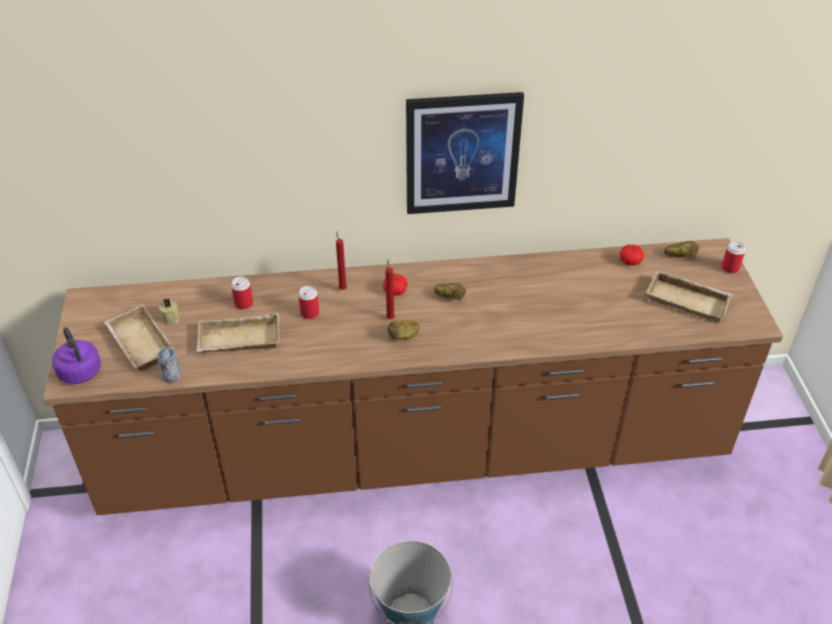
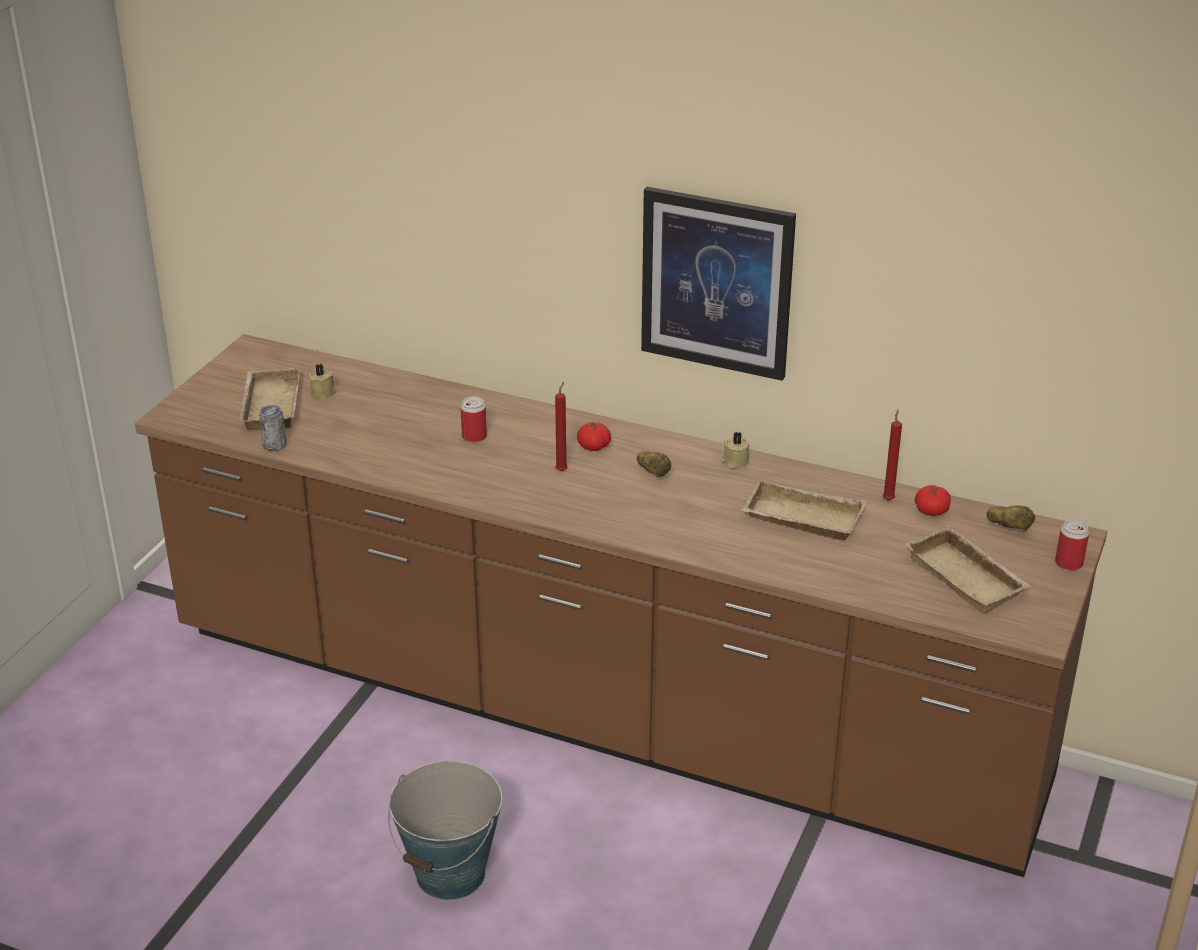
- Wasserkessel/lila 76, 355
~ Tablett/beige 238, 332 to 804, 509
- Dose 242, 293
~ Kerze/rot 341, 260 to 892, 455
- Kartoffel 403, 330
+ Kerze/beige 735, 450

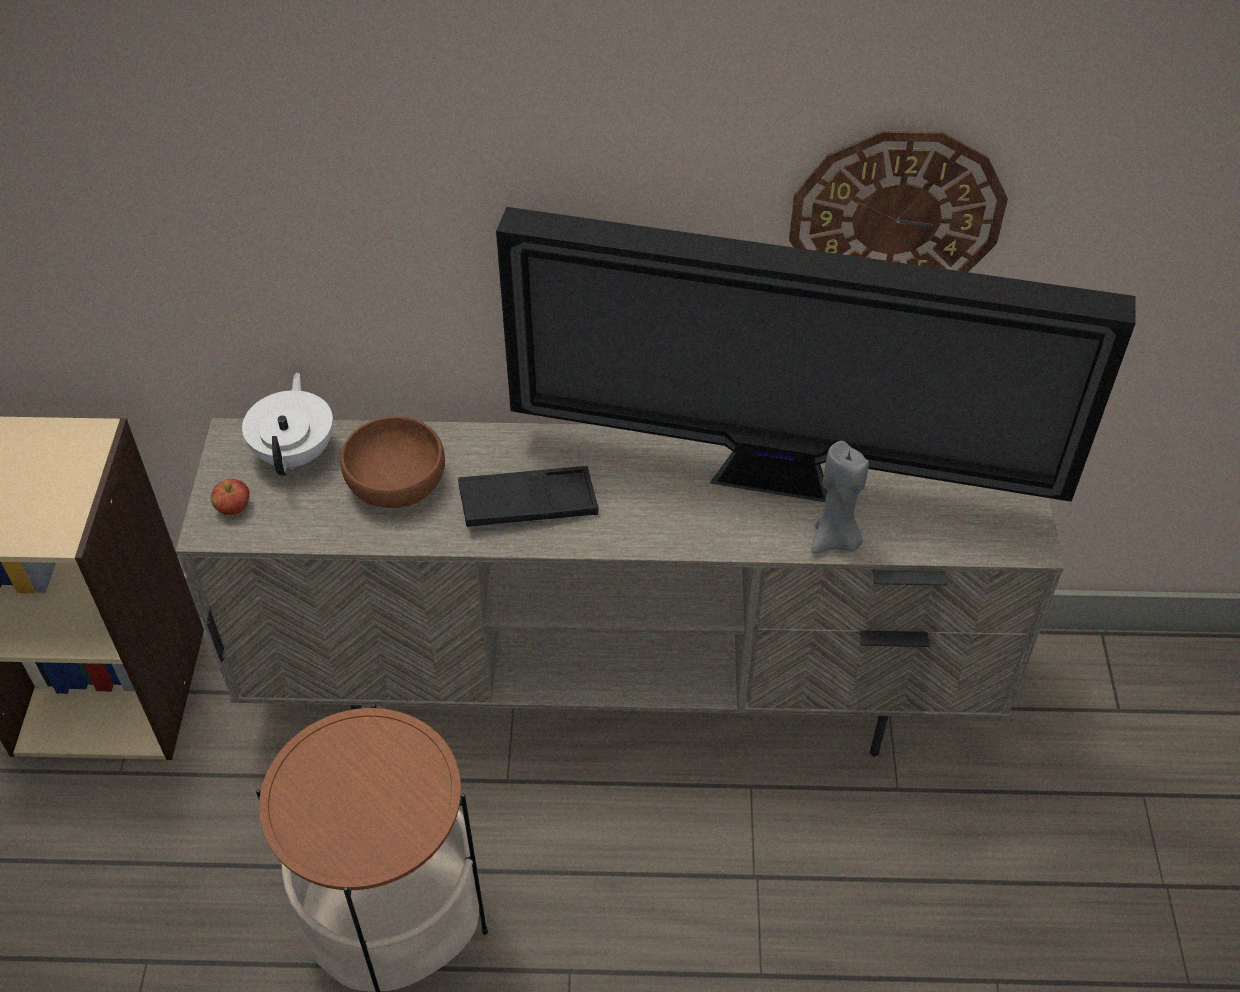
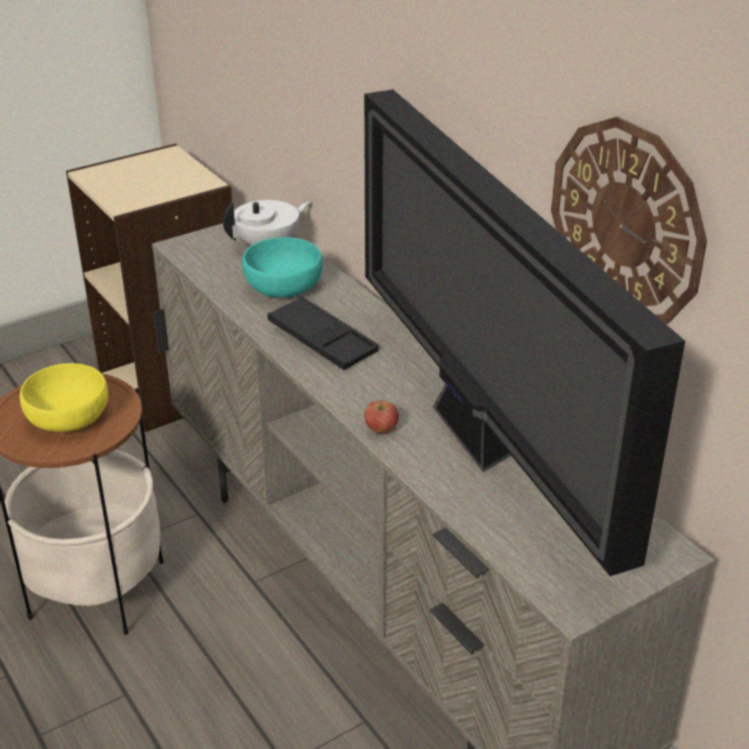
~ Apfel 230, 497 to 381, 416
~ Schüssel/braun 392, 462 to Schüssel/türkis 282, 267
- Kerze/grau 840, 497
+ Schüssel/gelb 64, 397

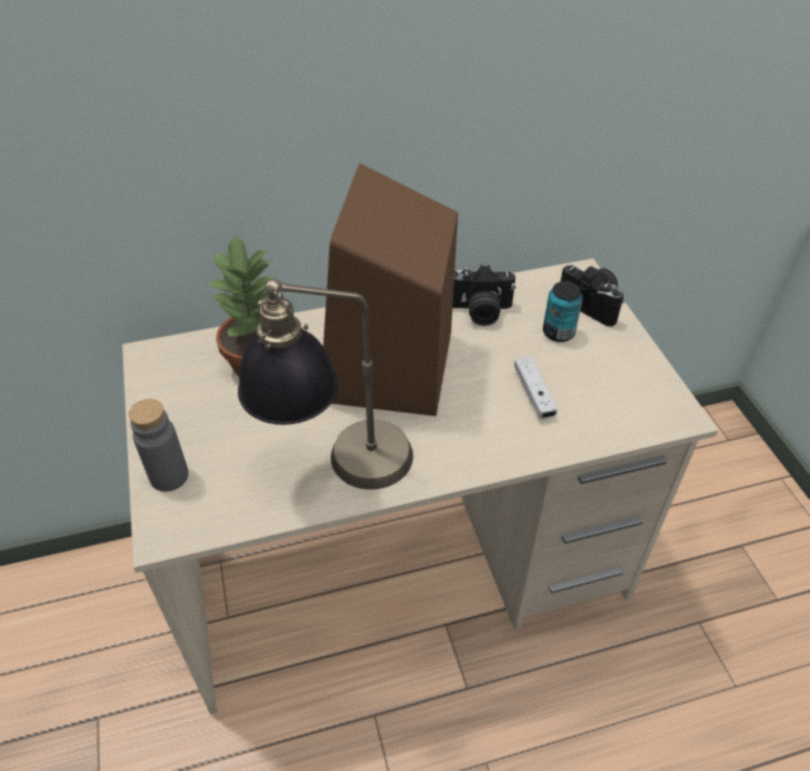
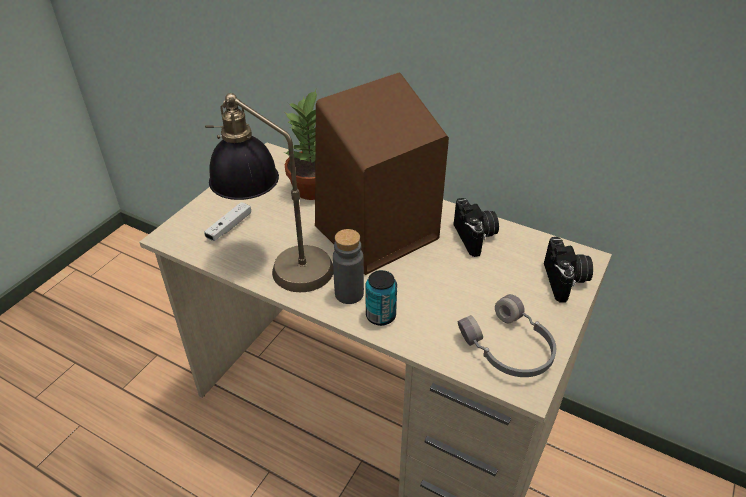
~ Flasche/grau 159, 445 to 348, 266
~ Kamera 484, 295 = 476, 227 150 degrees counterclockwise
~ Gamepad/weiß 536, 387 to 227, 221
~ Dose 563, 311 to 381, 298
+ Kopfhörer/grau 507, 335

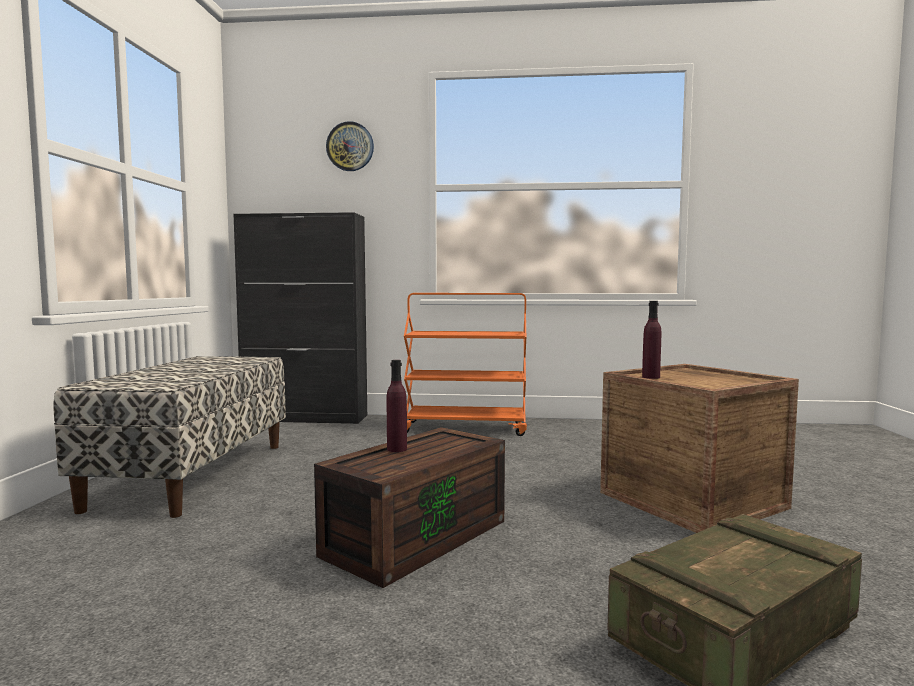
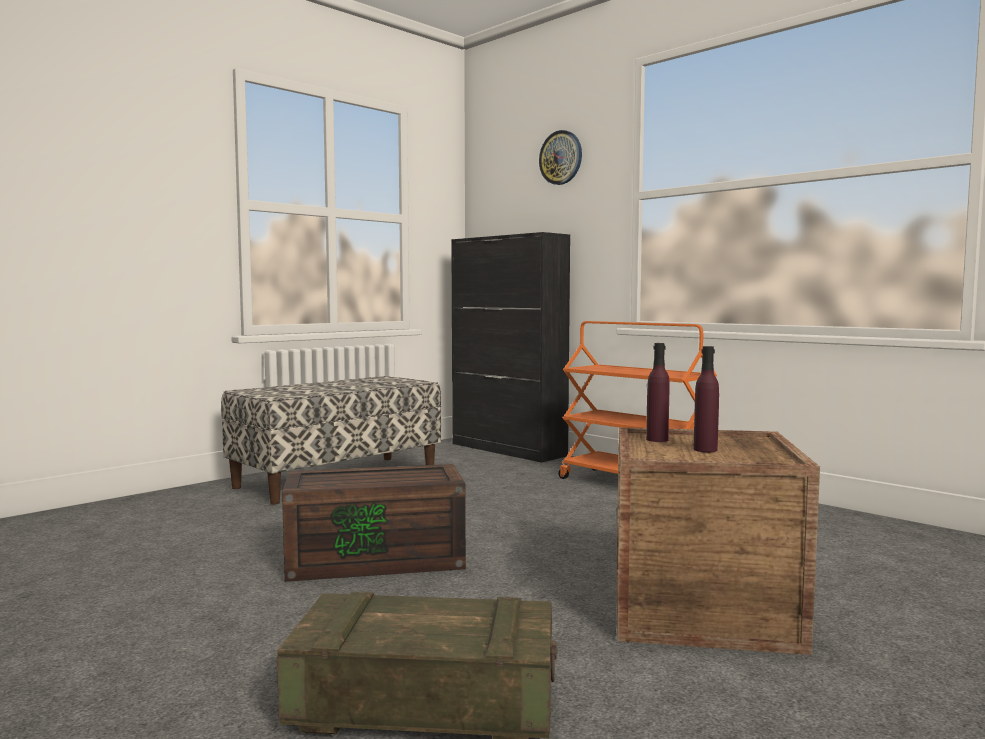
~ Flasche/lila 397, 406 to 706, 399

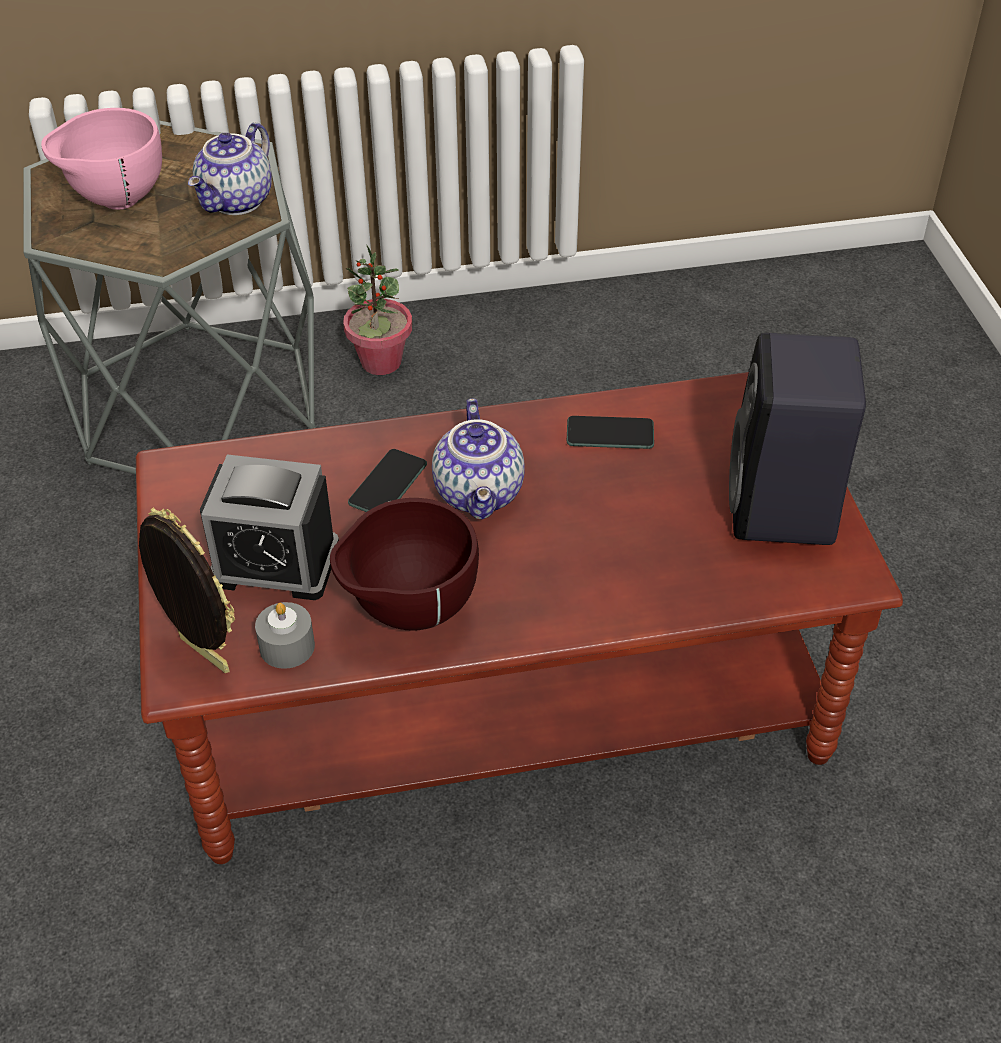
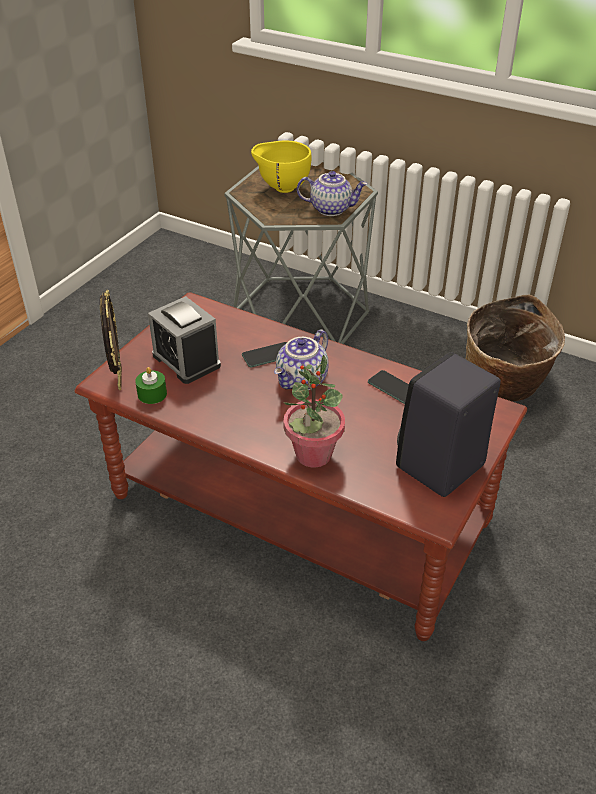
~ Schüssel/rosa 101, 159 to Schüssel/gelb 281, 167
~ Teekanne 230, 168 = 332, 193 150 degrees counterclockwise
~ Kerze/grau 285, 635 to Kerze/grün 151, 385
- Schüssel/braun 404, 564
~ Topfpflanze 377, 309 to 314, 411
+ Korb 515, 348

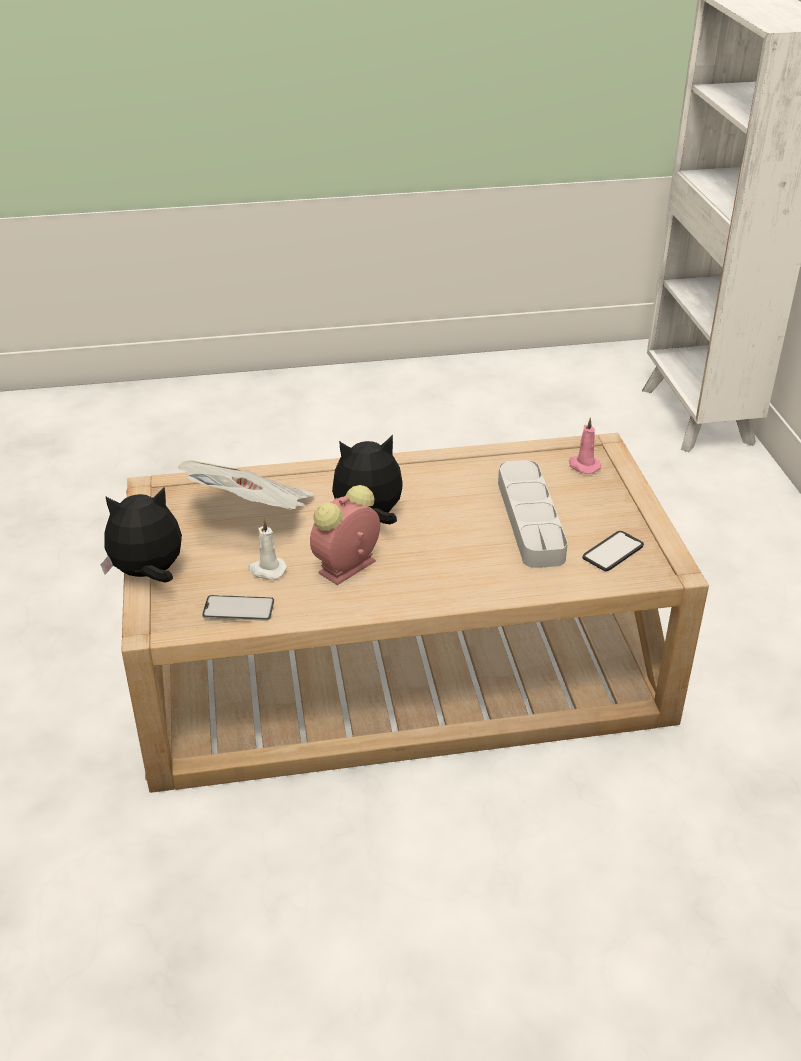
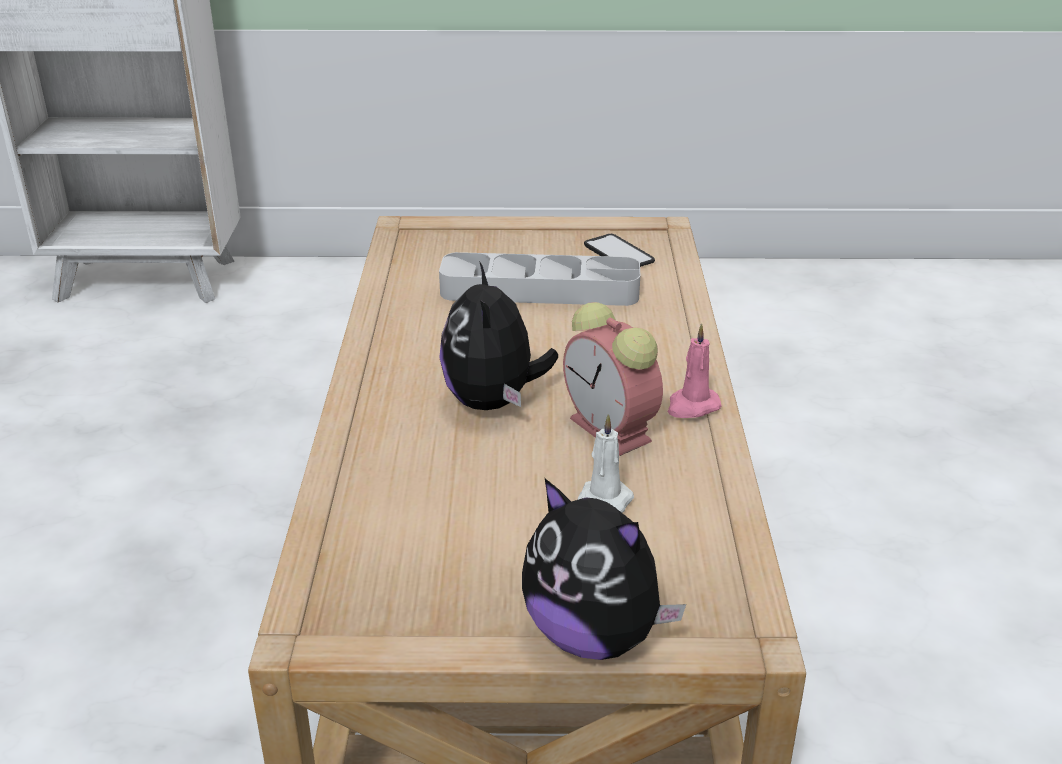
~ Plüschtier 141, 535 = 604, 569 45 degrees counterclockwise
- Zeitung 246, 485
- Handy 238, 608
~ Kerze/rosa 585, 446 to 694, 370

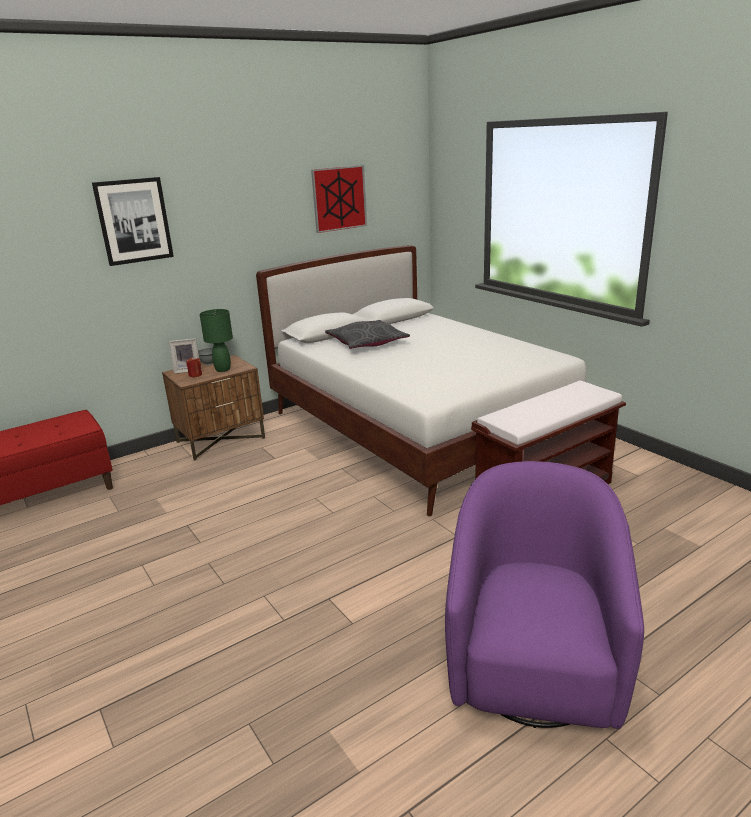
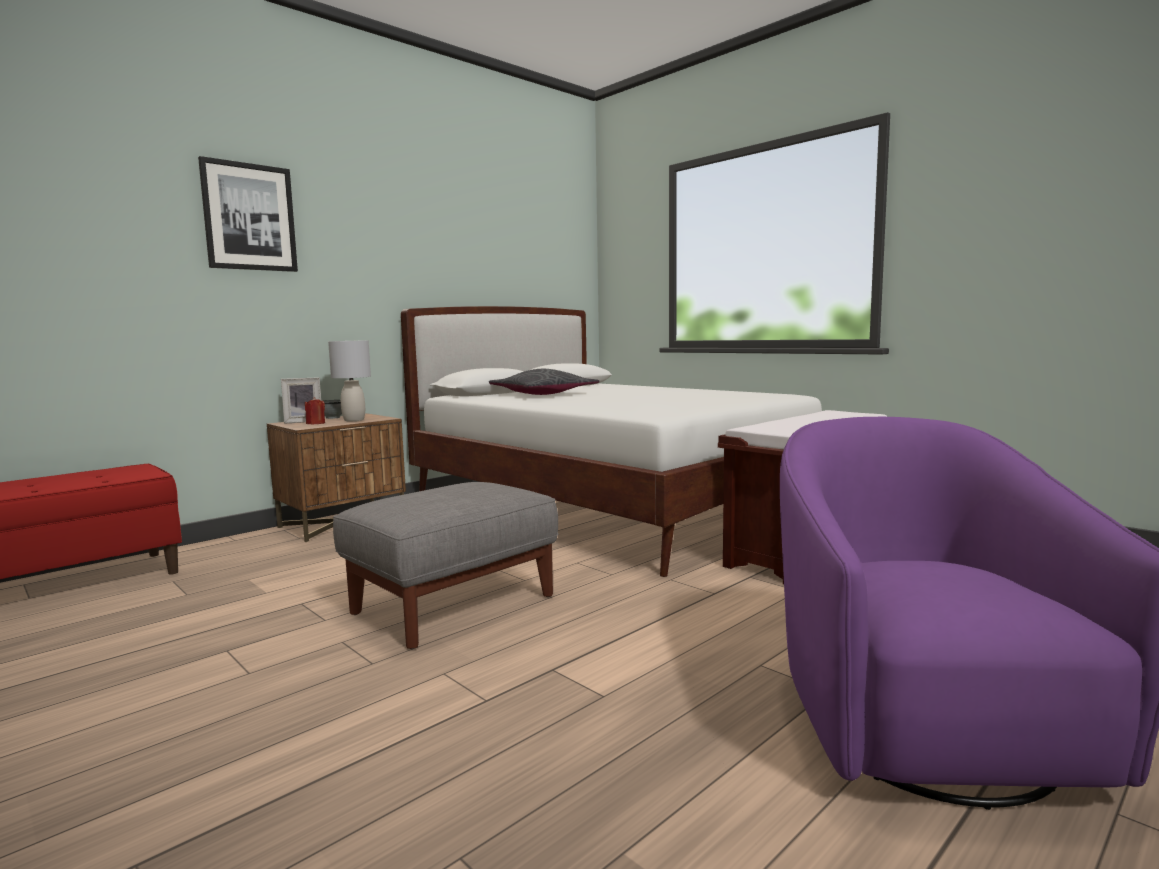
~ Tischlampe/grün 216, 340 to Tischlampe/grau 349, 380
- Bild 339, 199
+ Polsterhocker/grau 445, 565

